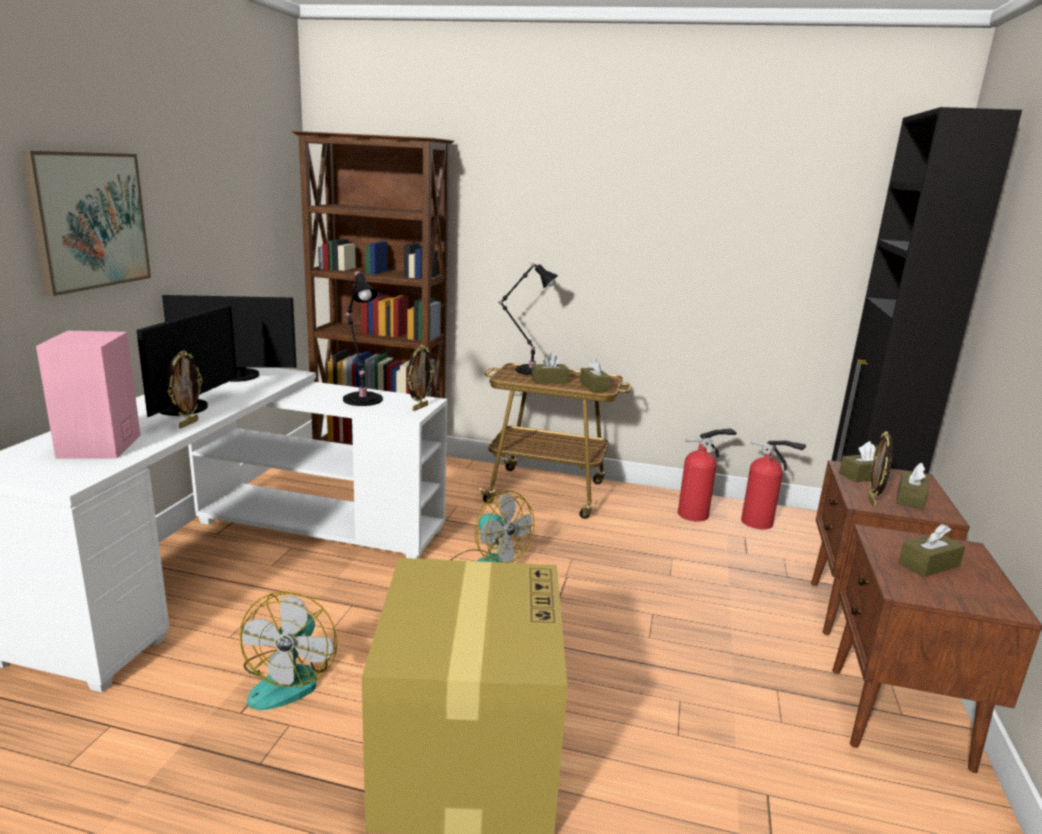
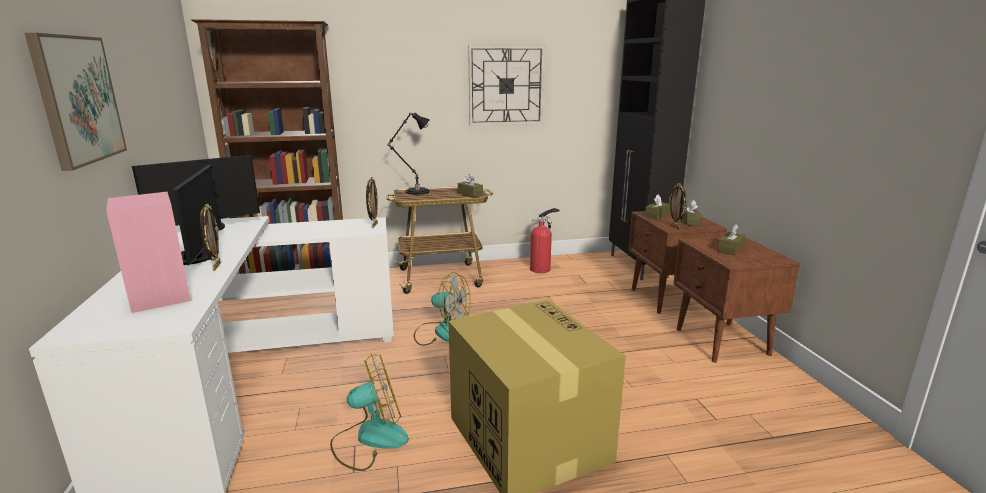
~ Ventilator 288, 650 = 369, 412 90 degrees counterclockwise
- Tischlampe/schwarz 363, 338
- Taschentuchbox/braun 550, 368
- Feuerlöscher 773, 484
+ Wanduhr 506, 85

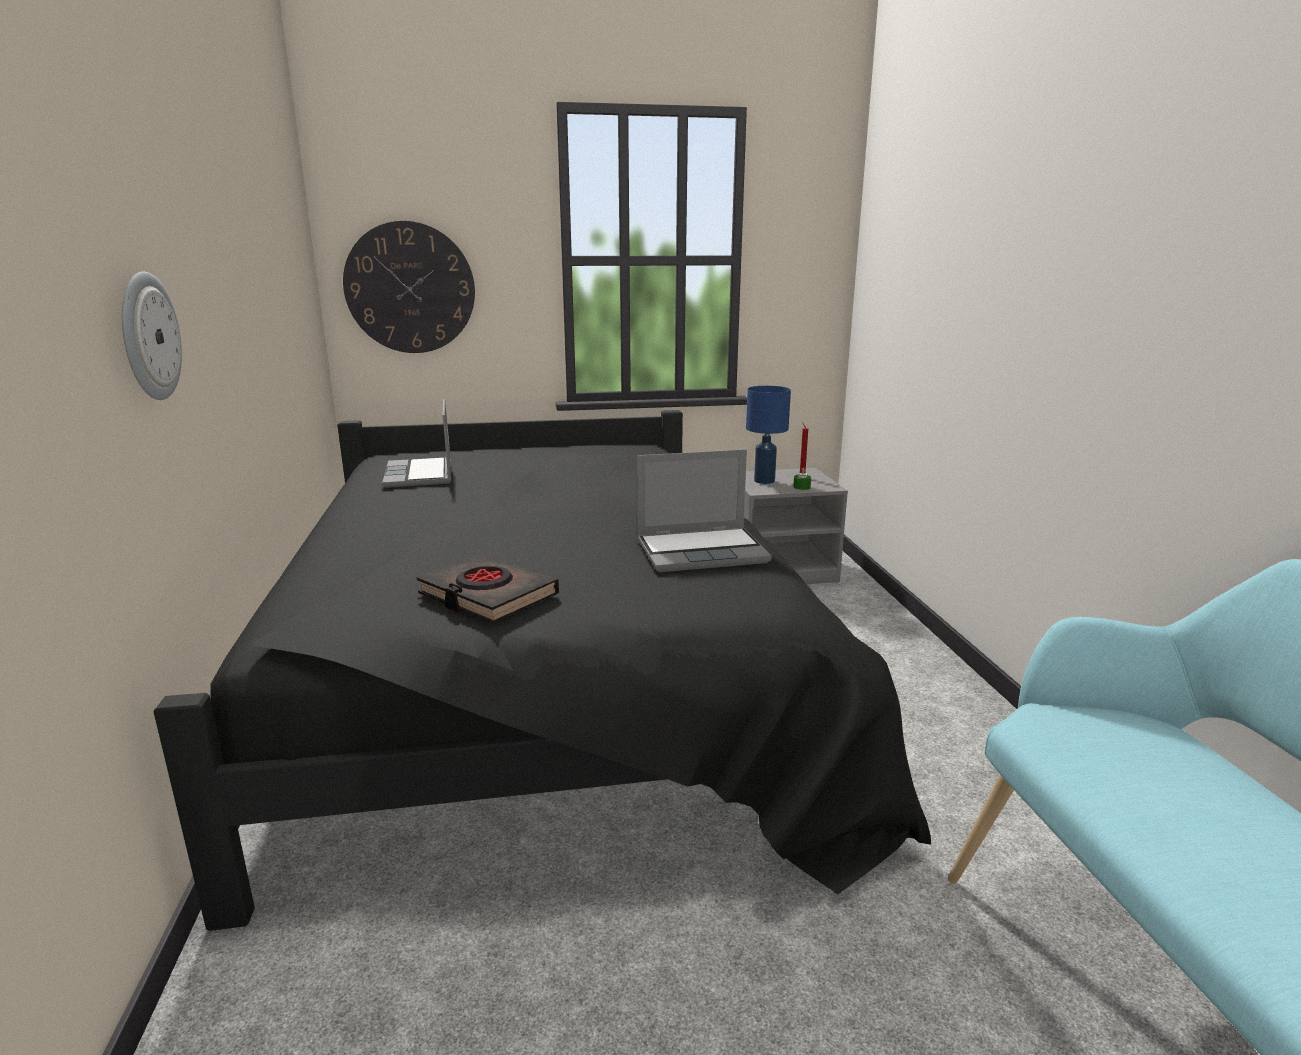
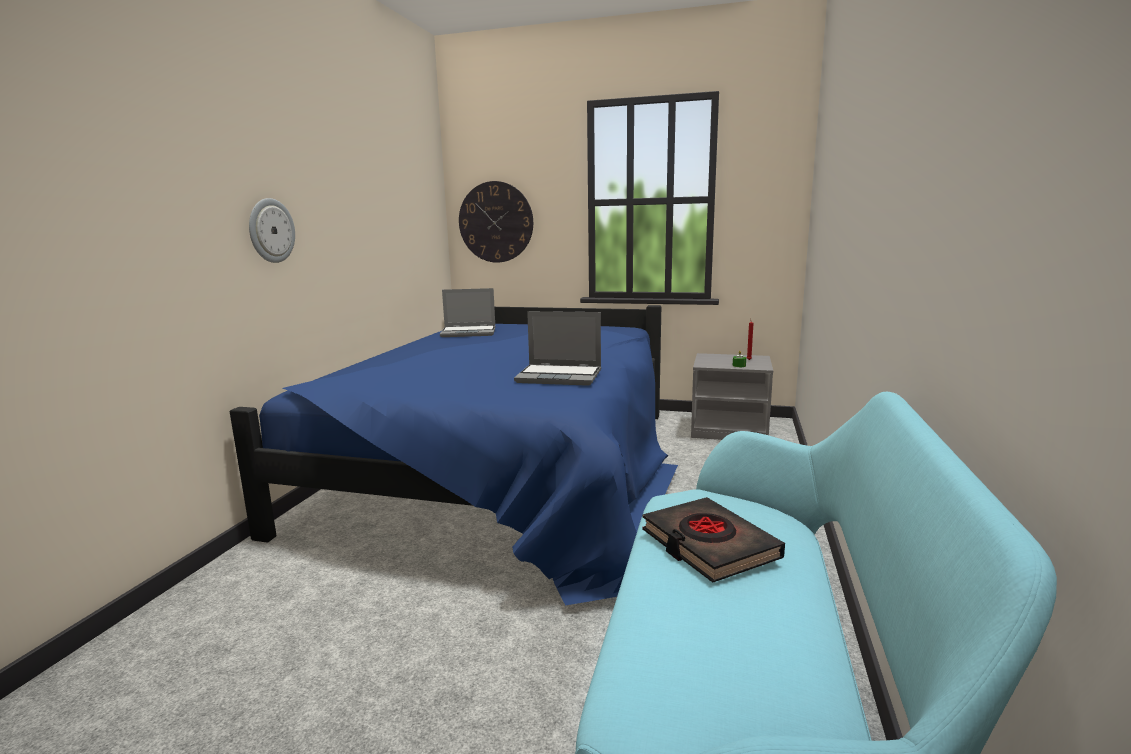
~ Bett/schwarz 542, 670 to Bett/blau 454, 455
~ Laptop 416, 443 = 467, 312 105 degrees counterclockwise
~ Buch/schwarz 488, 588 to 713, 540
- Tischlampe/blau 768, 435

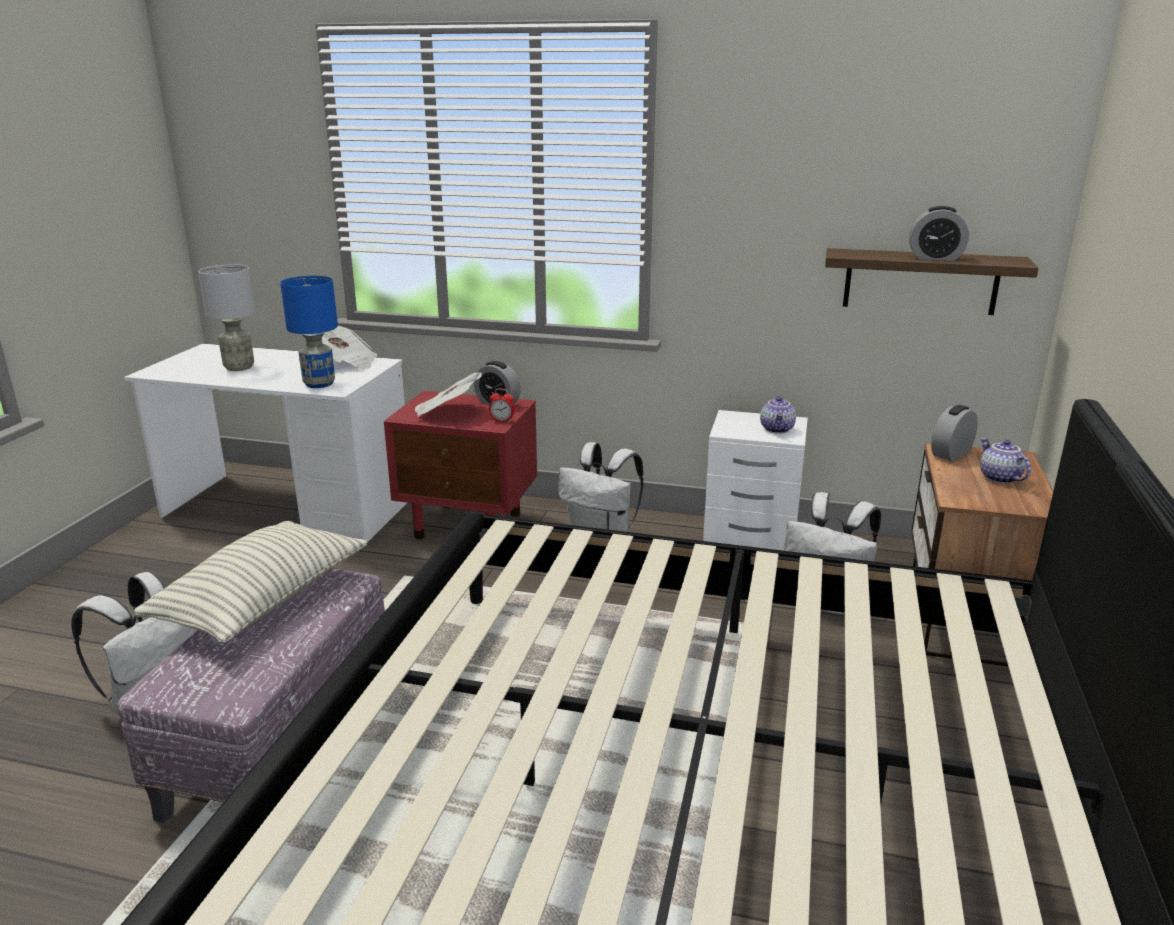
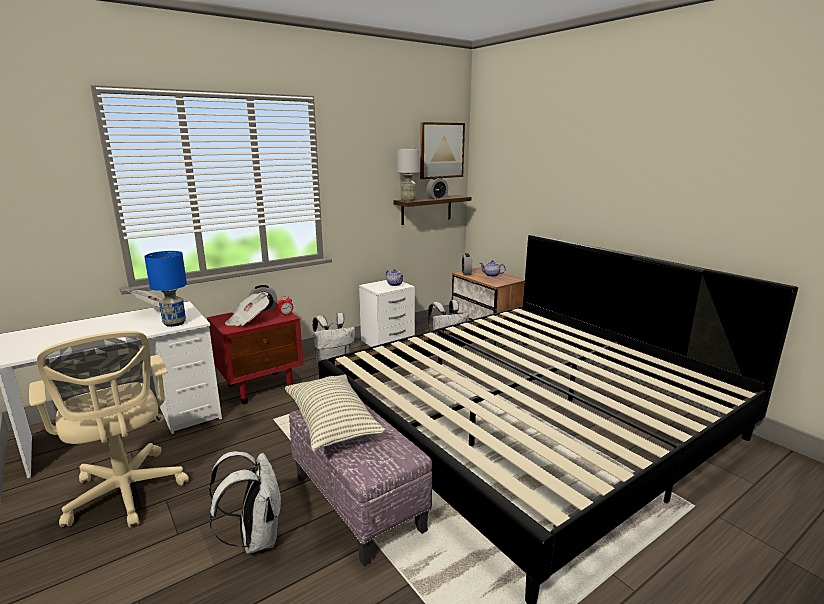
~ Tischlampe/grau 226, 317 to 408, 175
+ Bürostuhl/beige 109, 429
+ Bild 442, 150

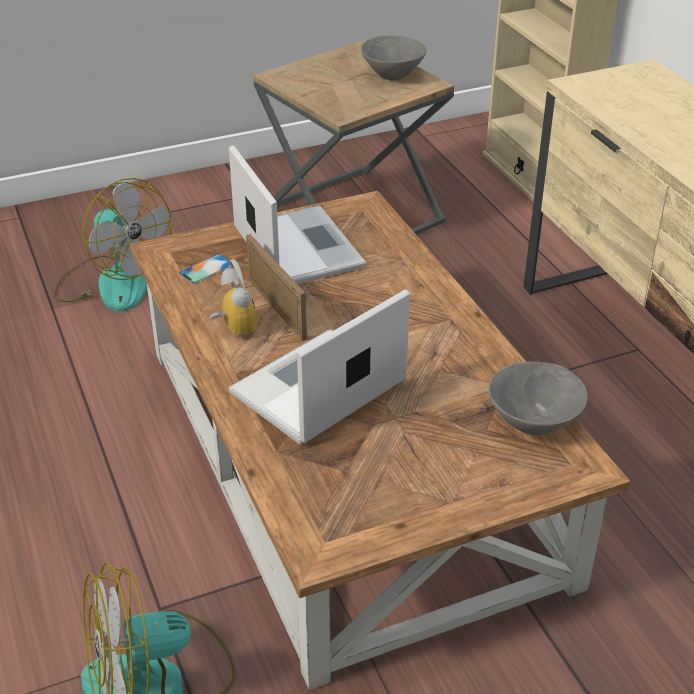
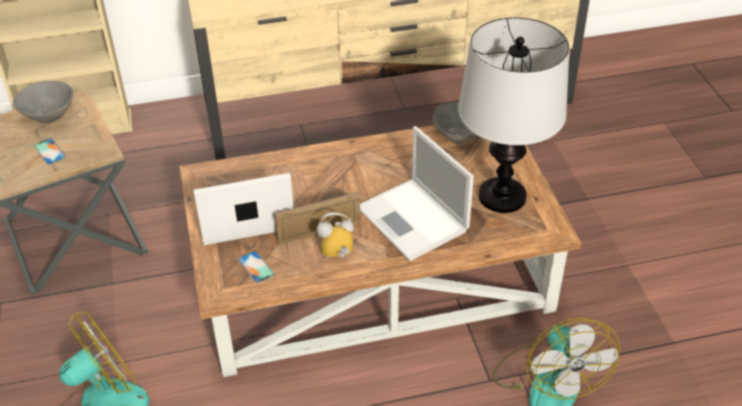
+ Handy 50, 151
+ Tischlampe 514, 115

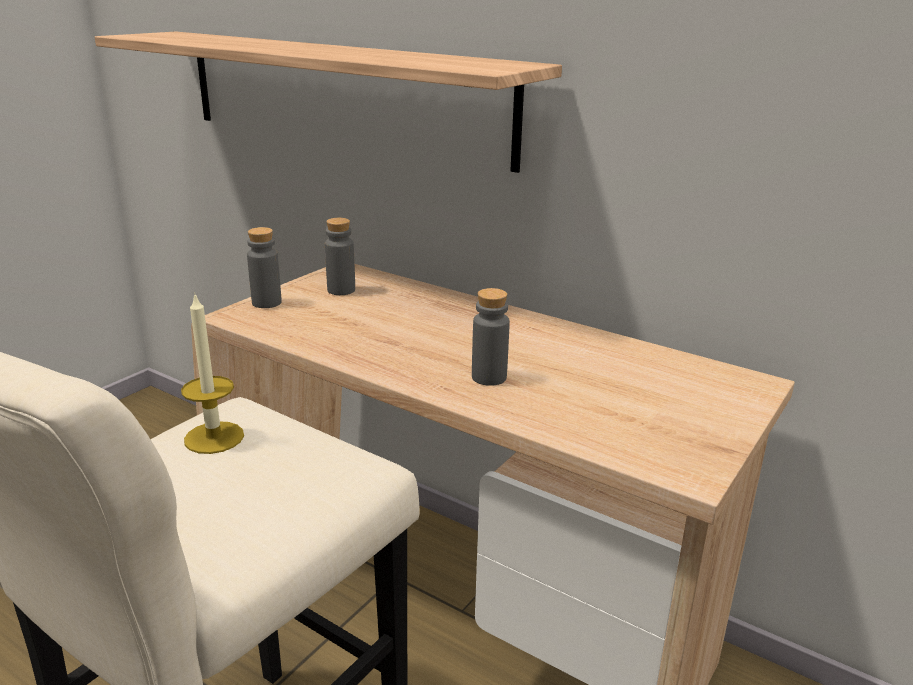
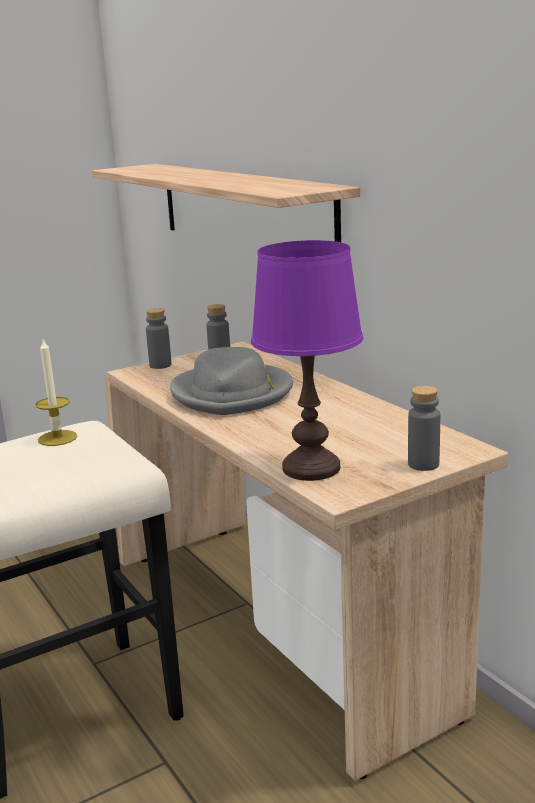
~ Flasche/grau 491, 337 to 424, 428
+ Hut/grau 231, 381
+ Tischlampe/lila 307, 360

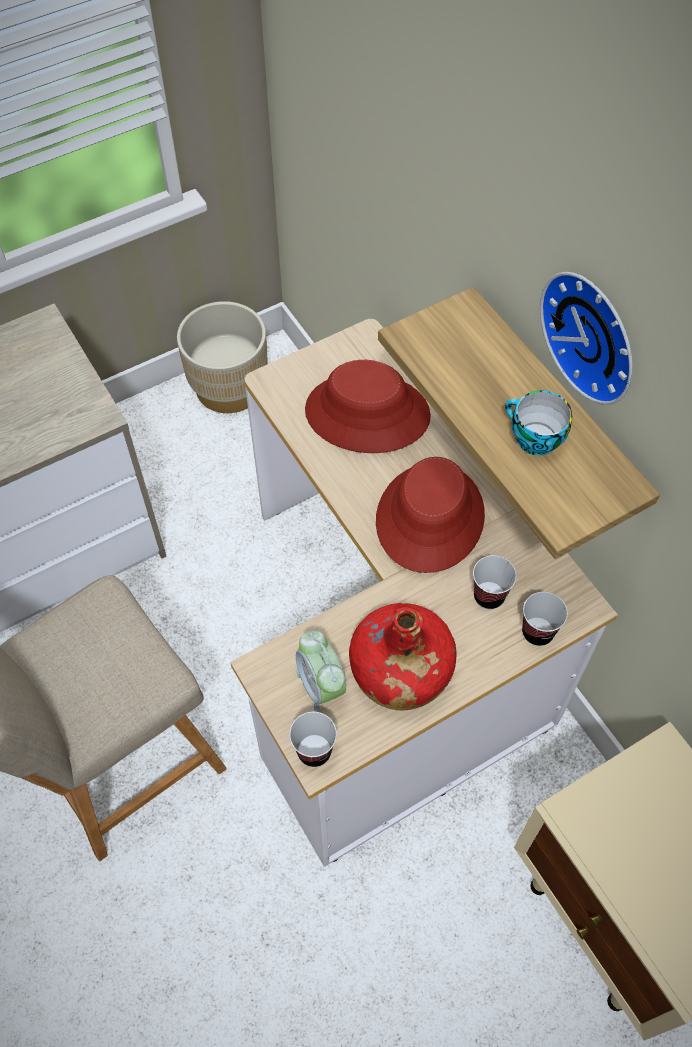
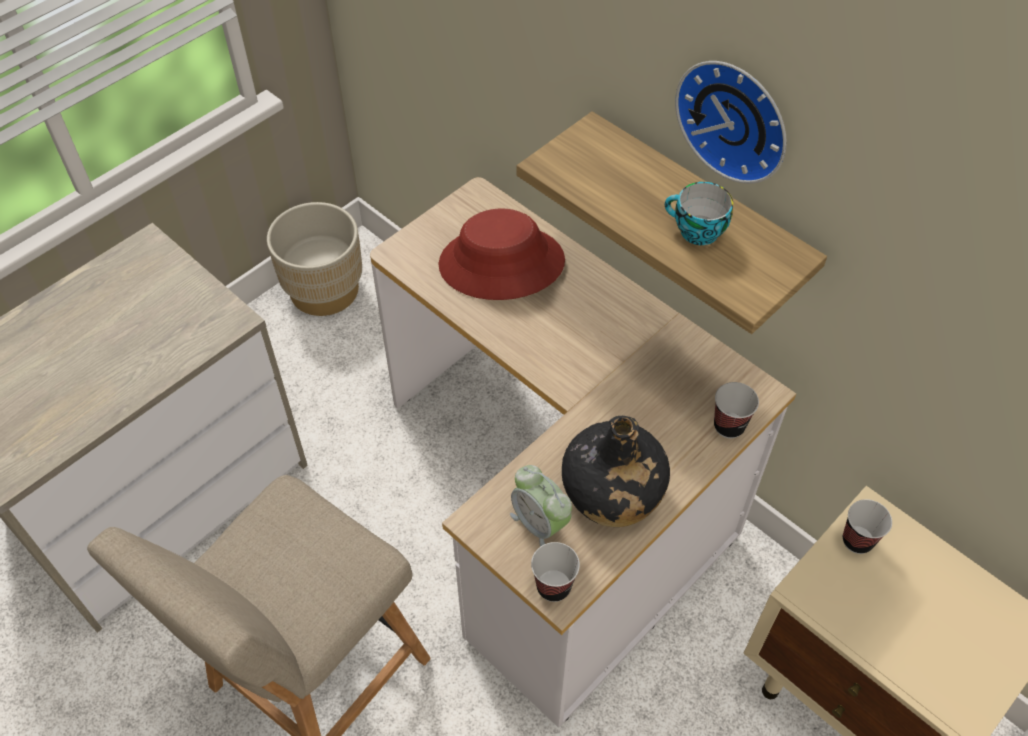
~ Flasche/rot 403, 656 to Flasche/schwarz 616, 471
- Hut/rot 430, 515
~ Tasse 495, 582 to 867, 526

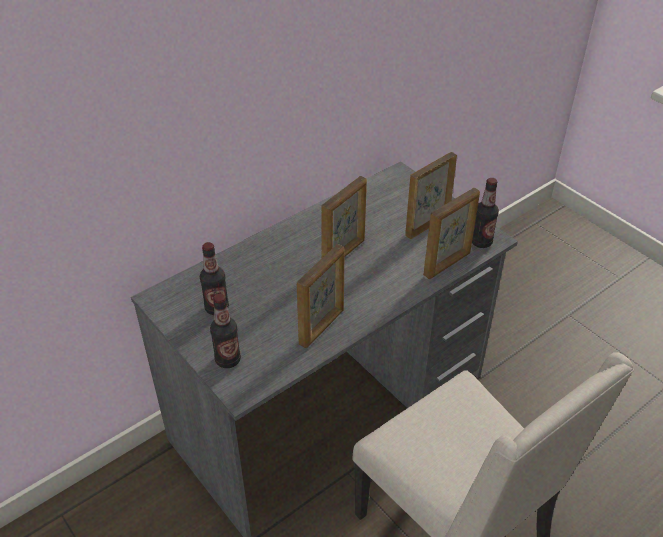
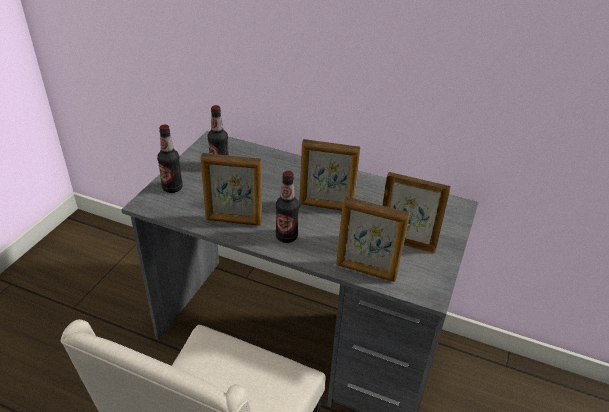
~ Flasche 485, 213 to 287, 207

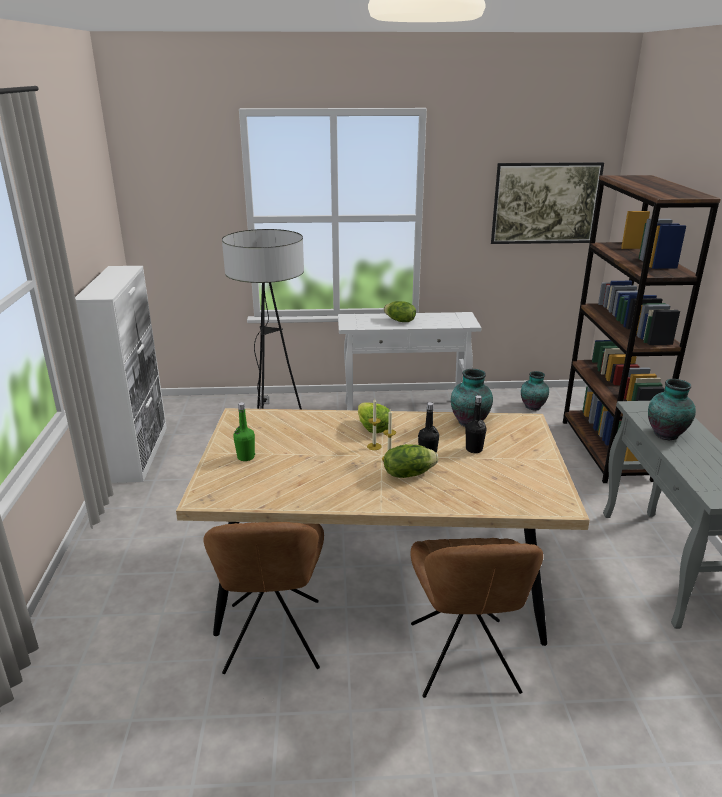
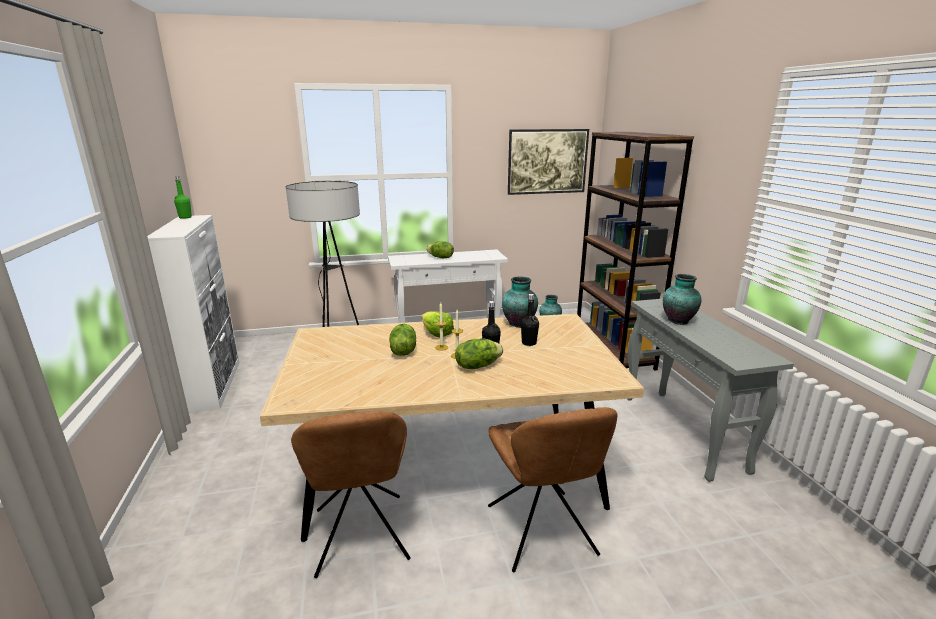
~ Flasche/grün 244, 431 to 183, 197
+ Salatkopf 402, 340

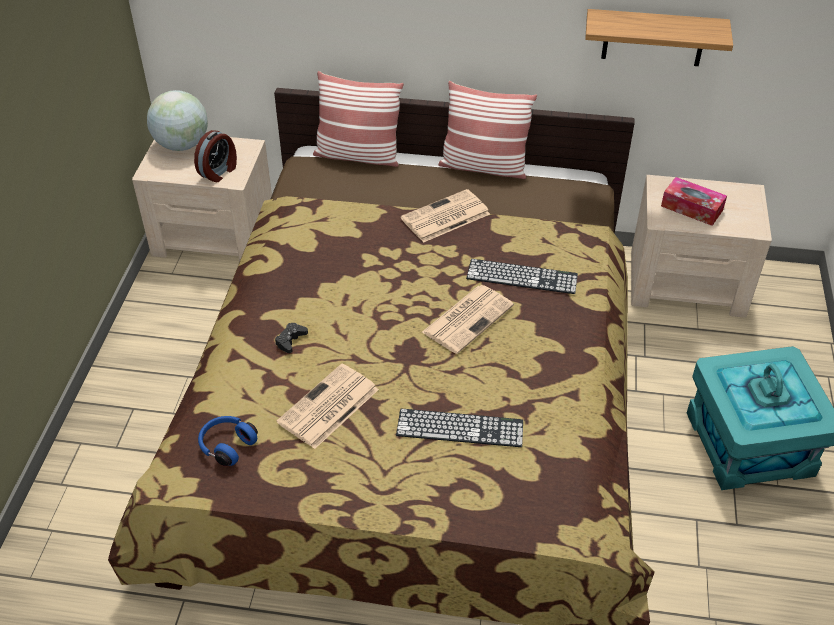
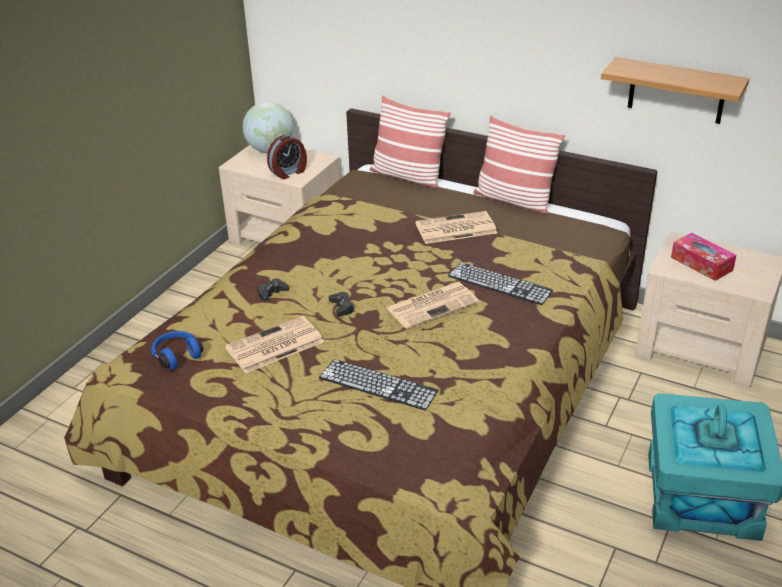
+ Gamepad/schwarz 342, 304

